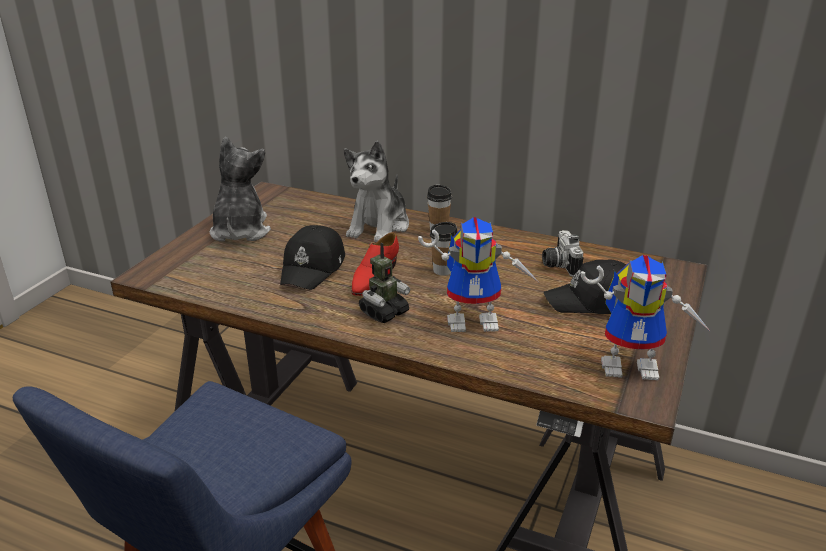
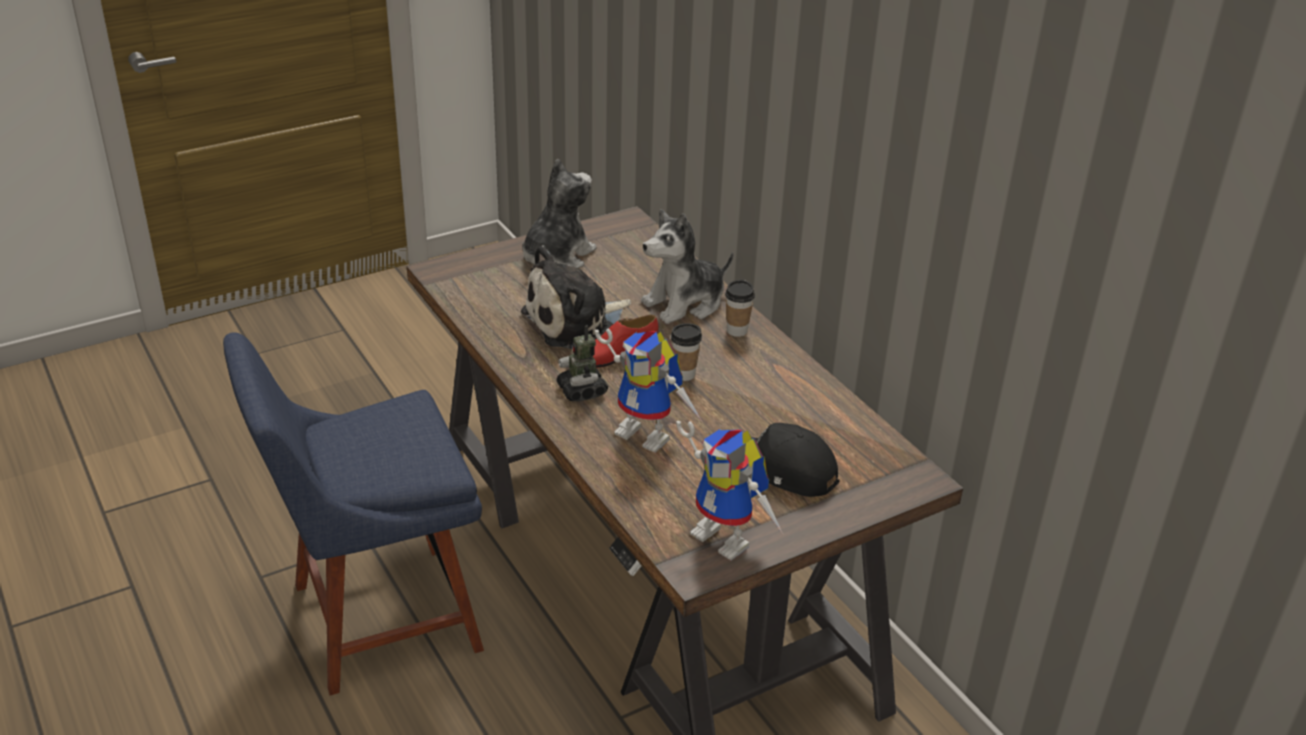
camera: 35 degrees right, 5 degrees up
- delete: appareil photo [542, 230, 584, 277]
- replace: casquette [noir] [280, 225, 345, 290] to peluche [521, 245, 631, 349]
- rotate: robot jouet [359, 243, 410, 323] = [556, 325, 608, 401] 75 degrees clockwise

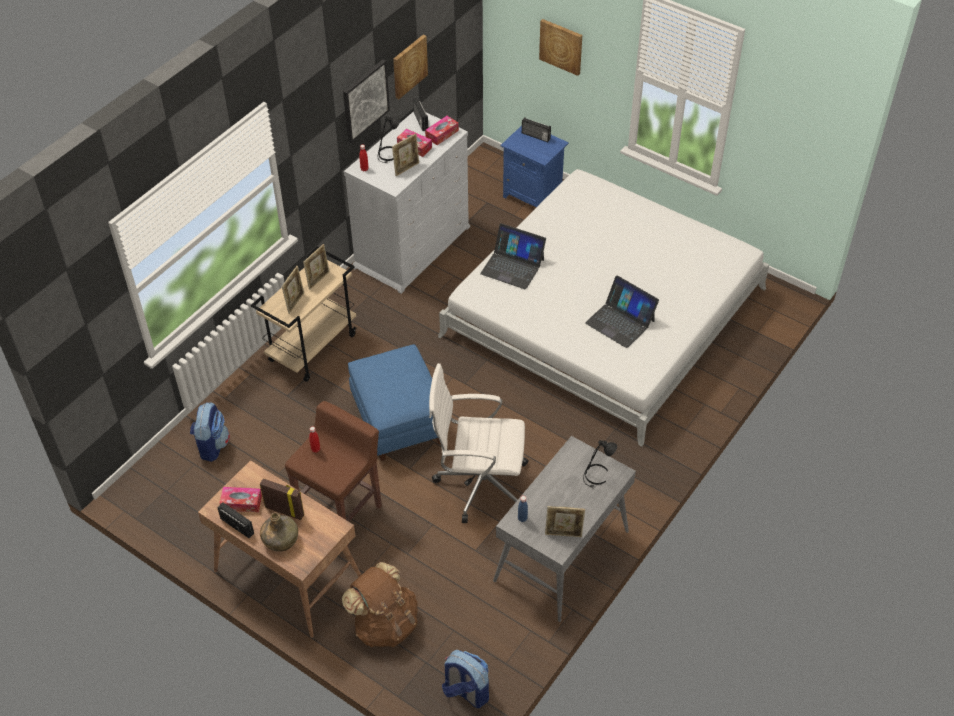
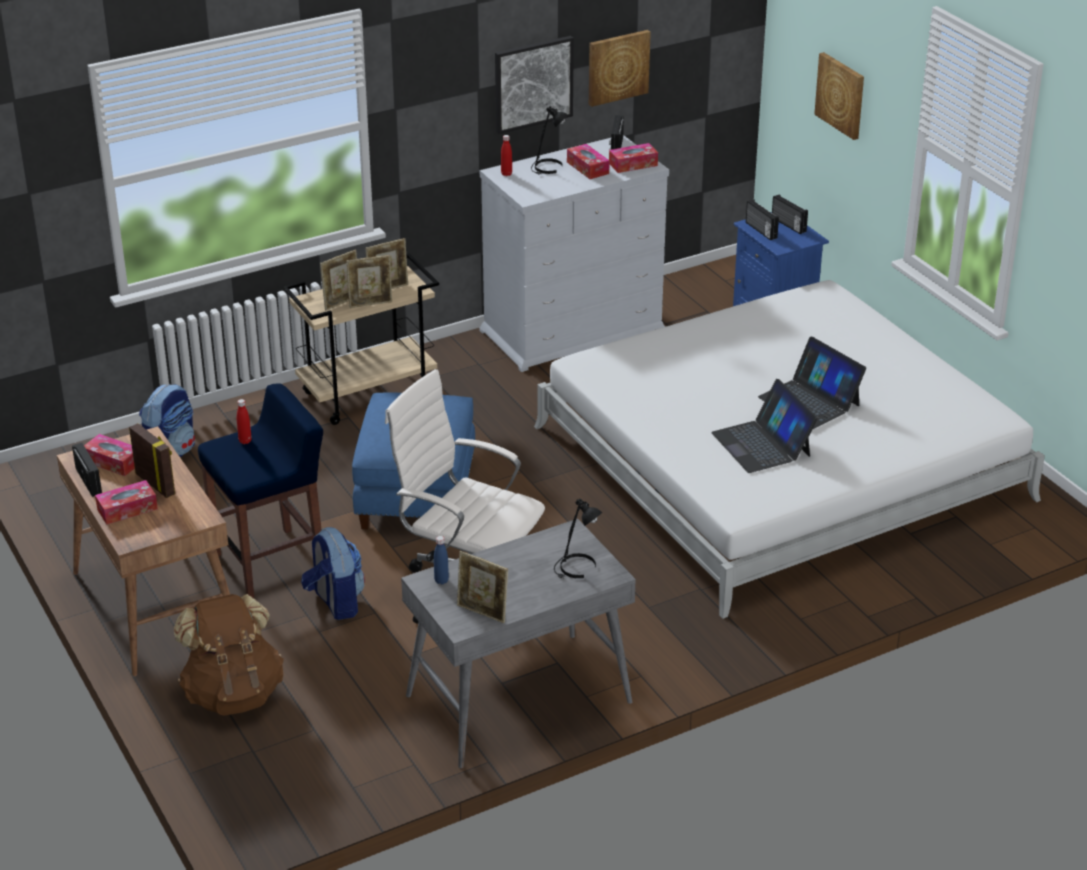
camera: 25 degrees right, 15 degrees down
- insert: radio [746, 200, 779, 240]
- move: cadre photo [392, 133, 419, 176] to [347, 255, 392, 308]
- move: sac à dos [442, 650, 489, 708] to [301, 527, 365, 620]
- move: ordinateur portable [480, 223, 546, 289] to [758, 337, 866, 429]
- replace: bouteille [vert] [260, 512, 298, 552] to boîte à mouchoirs [95, 480, 158, 525]
- recolor: tabouret [marron] [285, 401, 382, 546] to tabouret [bleu] [198, 383, 323, 598]

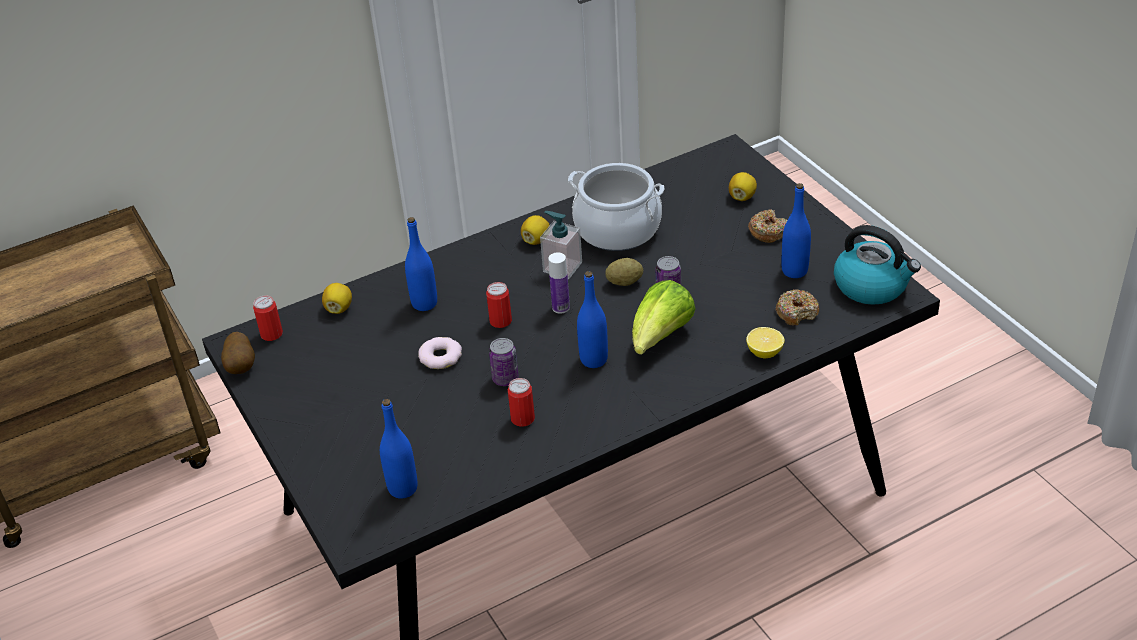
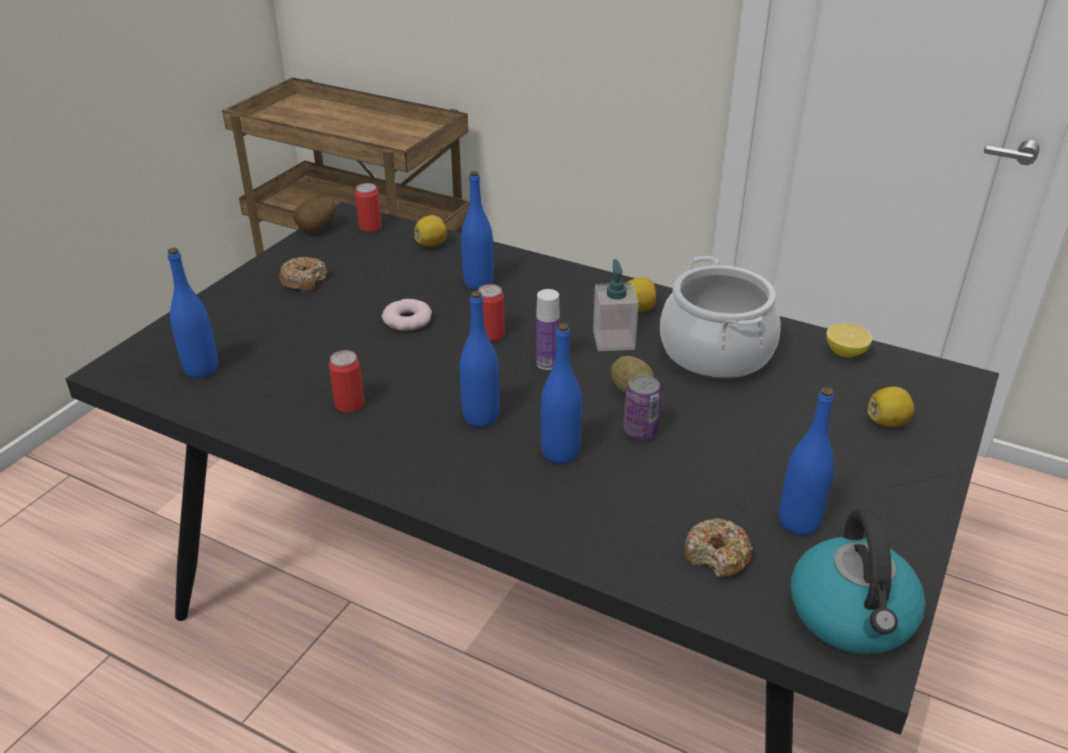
camera: 55 degrees right, 5 degrees down
- delete: boîte métallique [489, 338, 519, 386]
- move: citron [746, 327, 785, 358] to [826, 323, 872, 358]
- move: beignet [748, 209, 787, 243] to [279, 257, 328, 292]
- replace: laitue [632, 280, 695, 355] to bouteille [bleu] [541, 323, 582, 464]

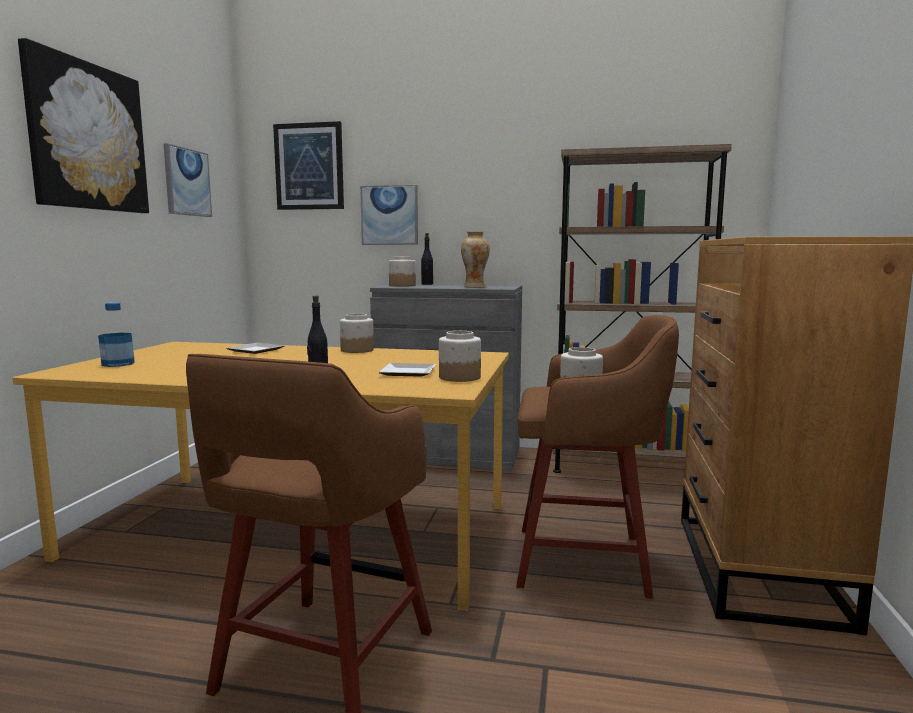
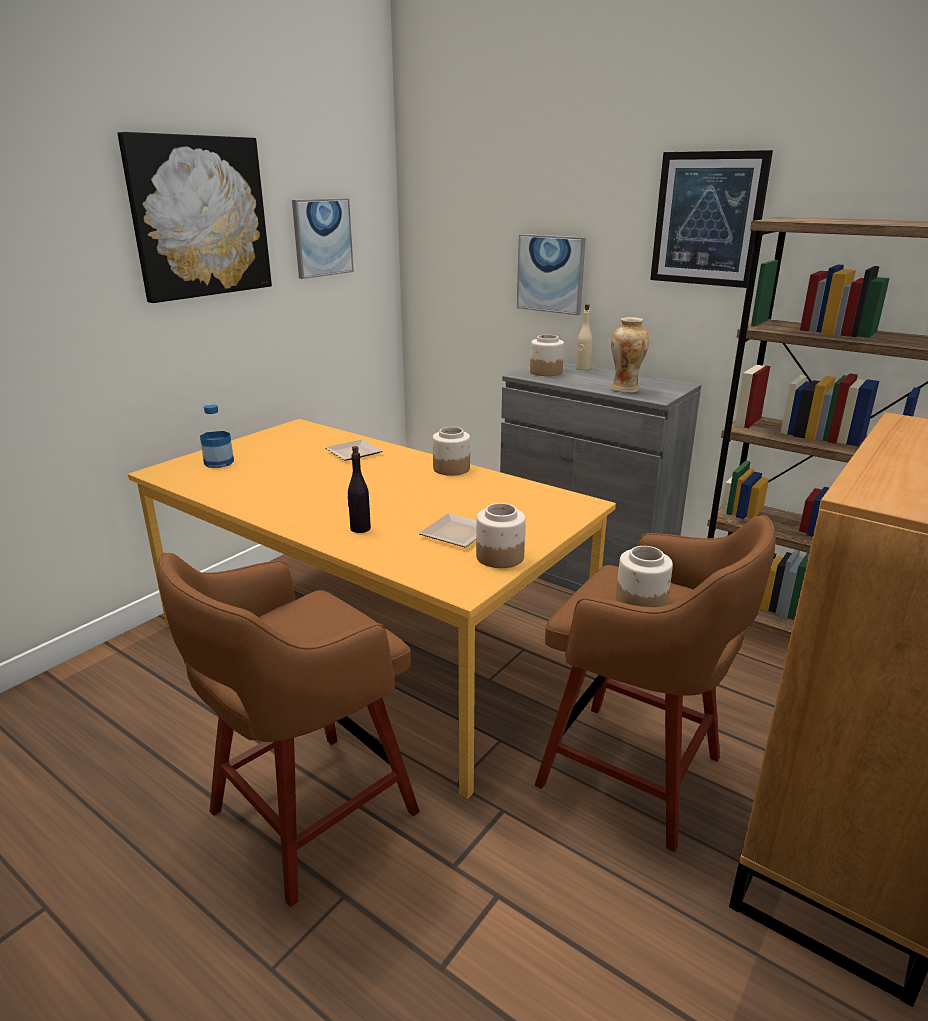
camera: 25 degrees right, 15 degrees up
- move: tableau [273, 121, 344, 210] to [650, 150, 773, 288]
- recolor: bouteille [noir] [421, 233, 433, 285] to bouteille [beige] [576, 304, 592, 370]

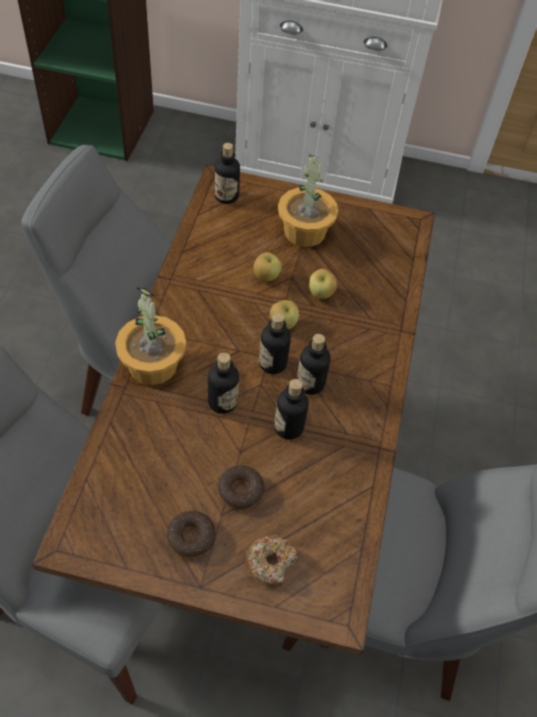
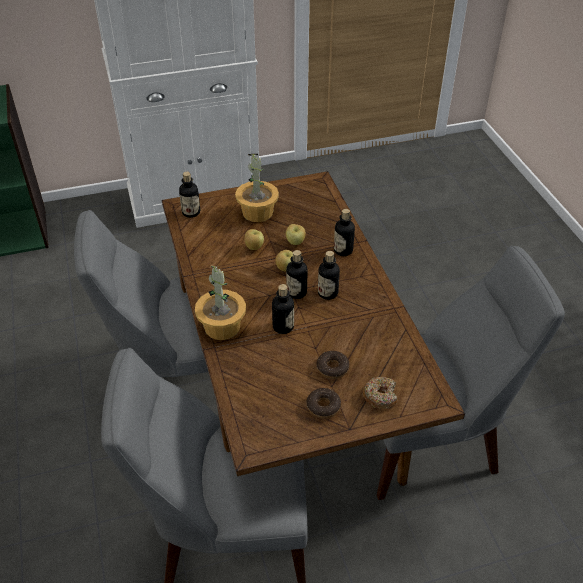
camera: 25 degrees left, 10 degrees down
- move: bouteille [274, 379, 309, 439] to [334, 209, 355, 256]

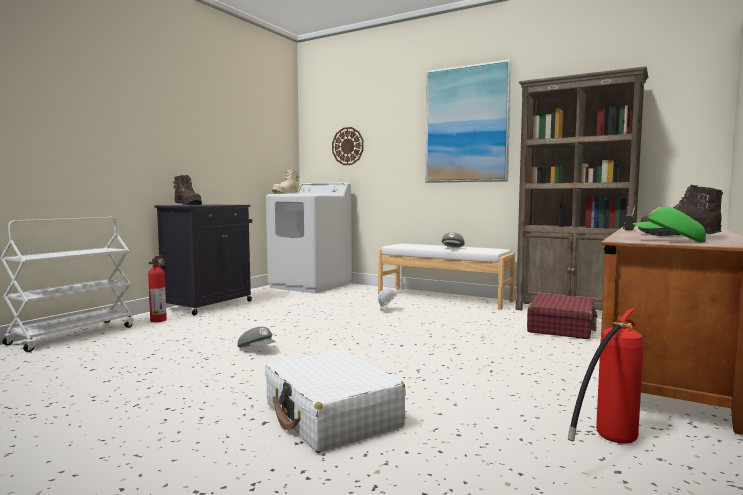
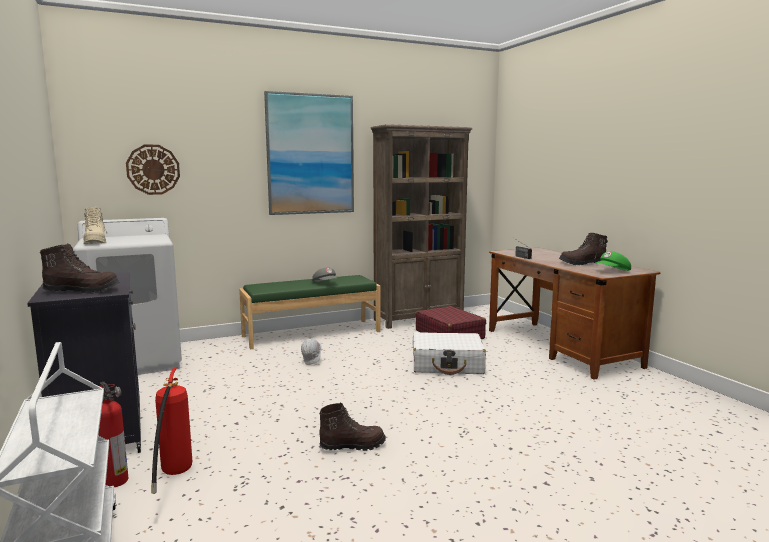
camera: 55 degrees left, 5 degrees up
- move: valise [blanc] [265, 349, 406, 453] to [413, 332, 486, 375]
- move: extincteur [568, 309, 644, 444] to [151, 367, 192, 494]
- replace: casquette [gris] [238, 327, 276, 348] to botte [marron] [319, 402, 386, 451]
- recolor: banc [blanc] [378, 244, 515, 310] to banc [vert] [239, 275, 380, 350]

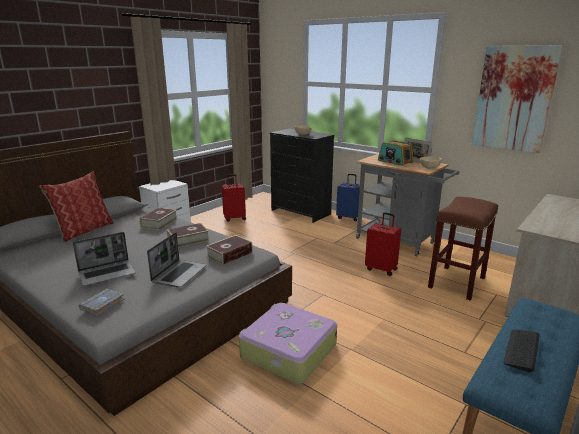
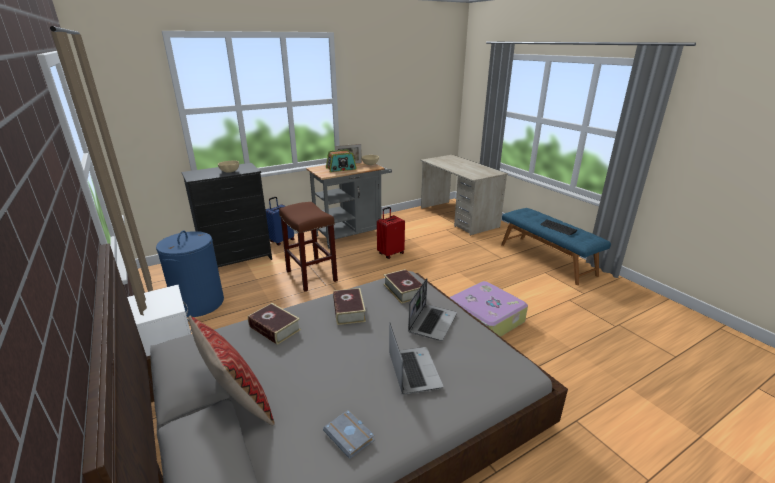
camera: 70 degrees left, 5 degrees up
- delete: tableau [472, 45, 563, 153]
- move: livre [gris] [79, 289, 125, 316] to [323, 410, 375, 459]
- move: tabouret [marron] [428, 197, 498, 301] to [279, 202, 338, 291]
- replace: valise [rouge] [222, 174, 246, 222] to panier à linge [bleu] [156, 230, 224, 317]
- rotate: ordinateur portable [147, 232, 206, 287] = [408, 278, 457, 341] 75 degrees clockwise

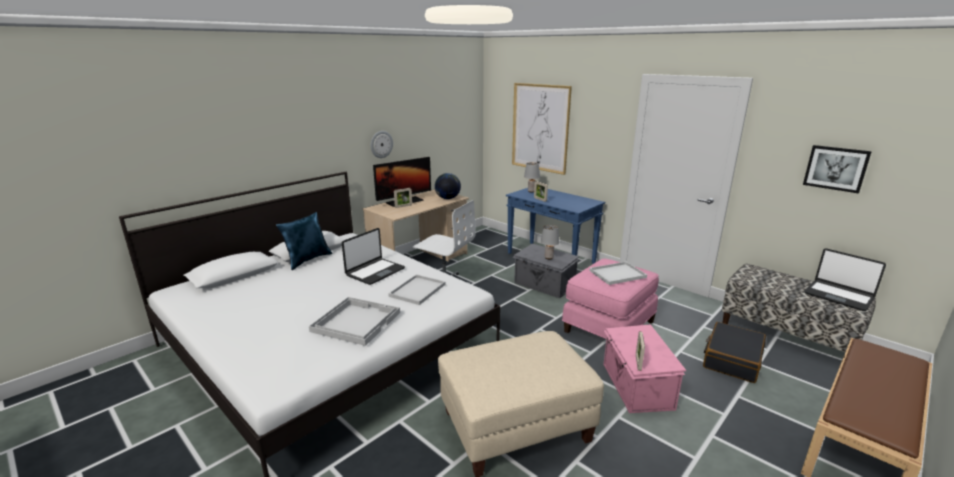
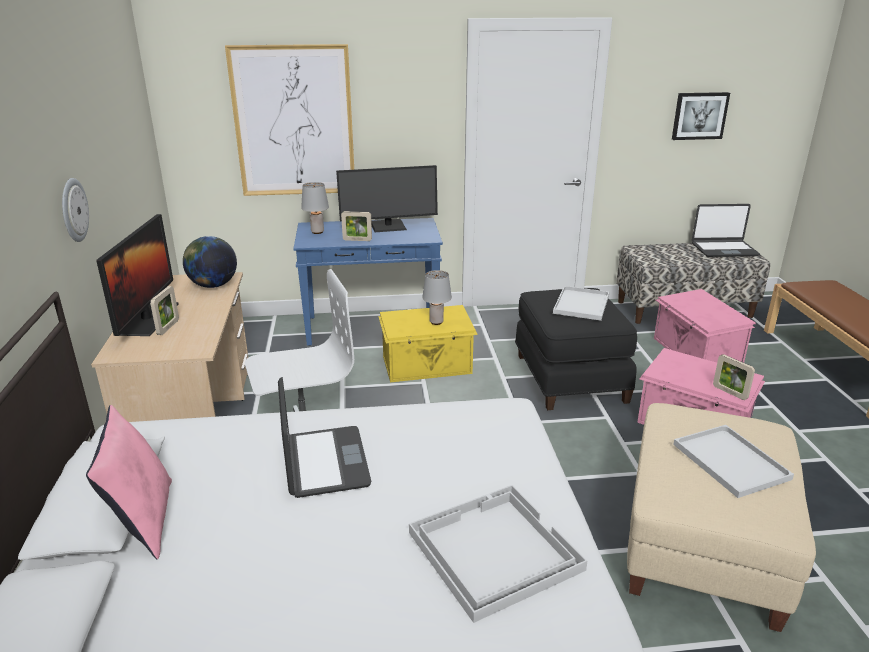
camera: 50 degrees left, 5 degrees up
- insert: écran d'ordinateur [336, 165, 438, 232]
- move: plateau [blanc] [388, 275, 445, 305] to [673, 425, 794, 498]
- replace: valise [noir] [703, 322, 766, 383] to boîte de rangement [rose] [654, 289, 756, 363]
- recolor: coussin [bleu] [276, 212, 333, 270] to coussin [rose] [86, 405, 172, 559]
- recolor: boîte de rangement [gris] [512, 244, 580, 298] to boîte de rangement [jaune] [378, 305, 478, 382]
- recolor: pouf [rose] [562, 259, 659, 339] to pouf [noir] [515, 288, 637, 410]

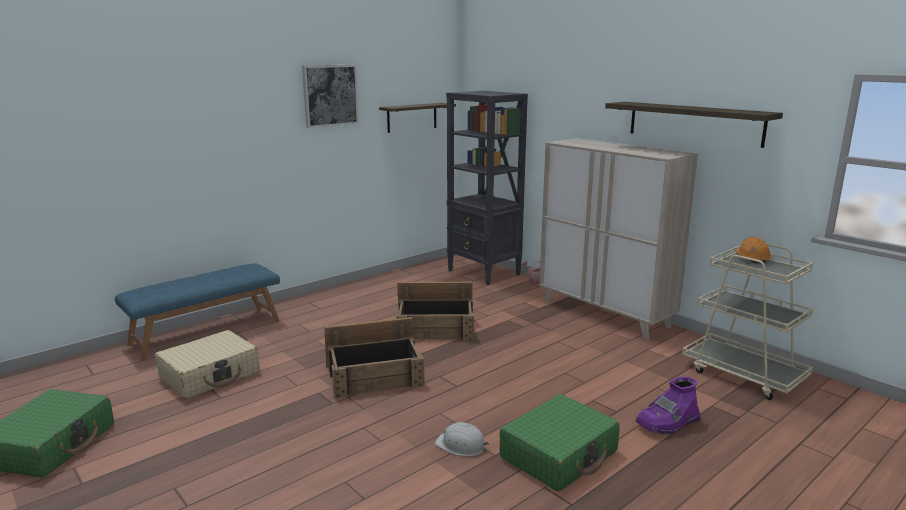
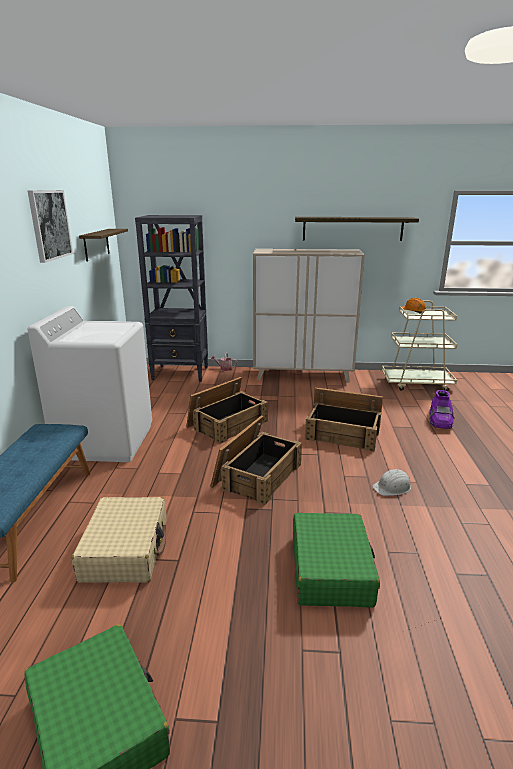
camera: 45 degrees left, 5 degrees up
- insert: lave-linge [blanc] [28, 306, 152, 462]
- insert: caisse [305, 387, 383, 451]
- move: valise [vert] [499, 394, 620, 491] to [293, 513, 380, 608]

